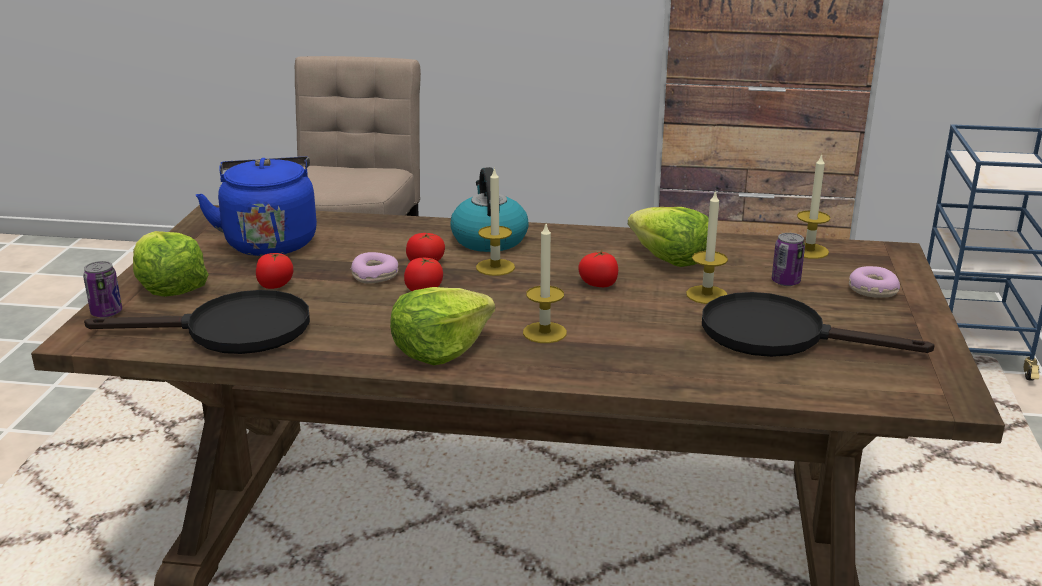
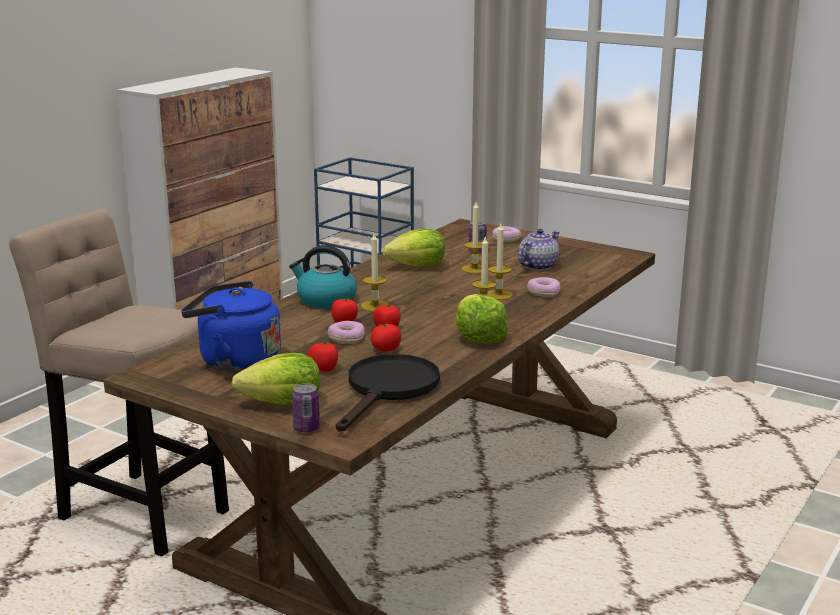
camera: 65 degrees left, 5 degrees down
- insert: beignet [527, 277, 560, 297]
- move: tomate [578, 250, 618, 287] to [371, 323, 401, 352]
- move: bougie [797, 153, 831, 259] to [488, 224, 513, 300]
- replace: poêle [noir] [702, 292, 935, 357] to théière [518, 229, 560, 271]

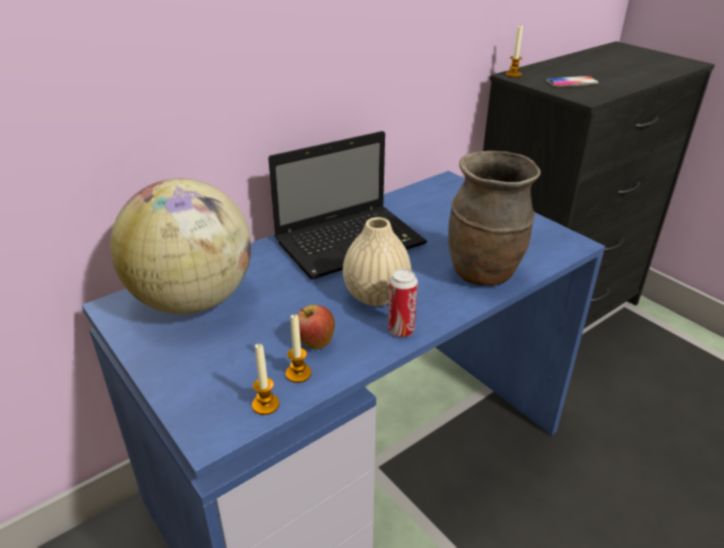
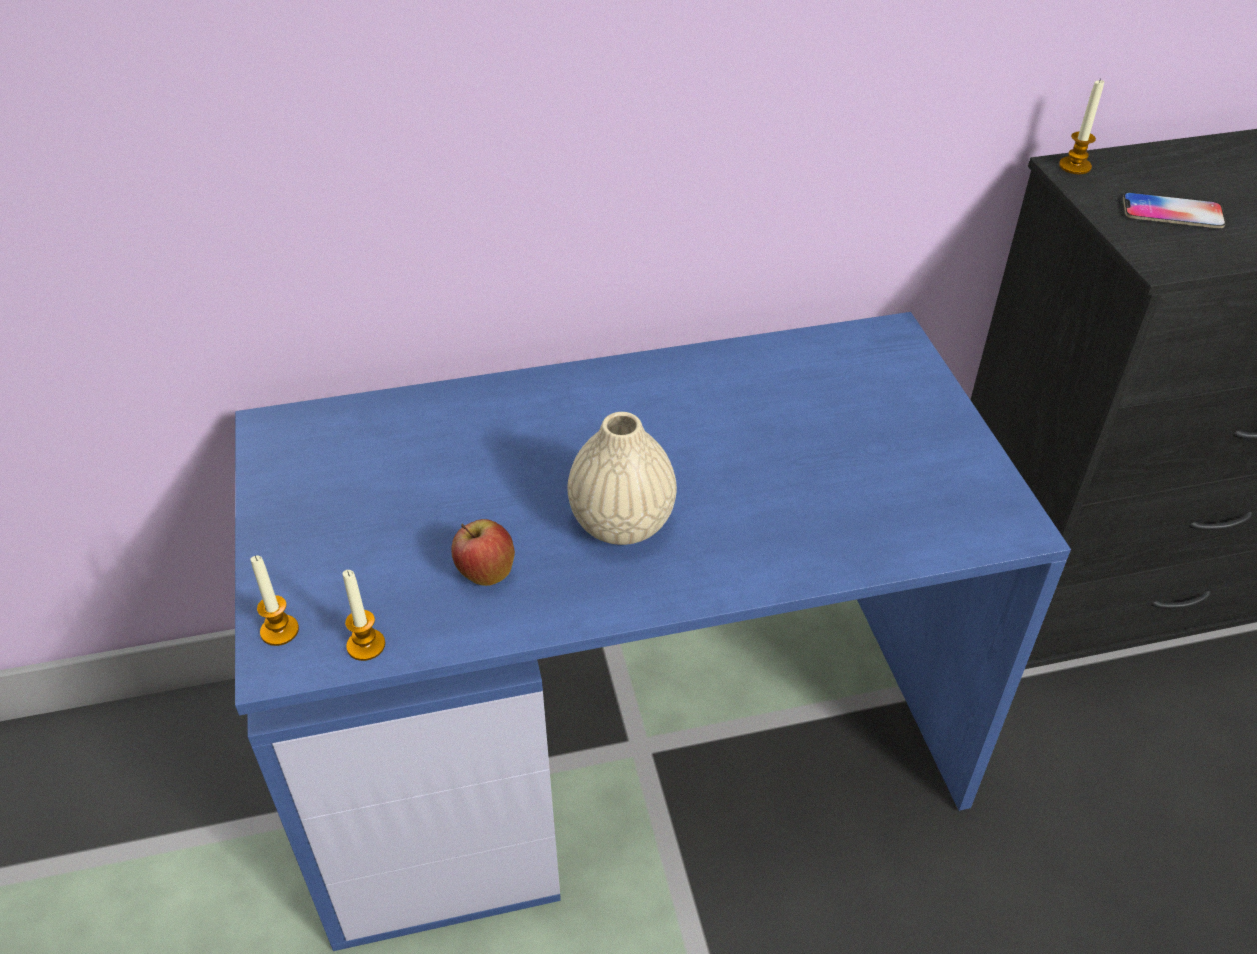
camera: 25 degrees right, 10 degrees up
- delete: globe [110, 178, 251, 314]
- delete: ordinateur portable [268, 131, 427, 279]
- delete: boîte métallique [388, 269, 418, 337]
- delete: vase [marron] [448, 151, 541, 286]
- move: bougie [286, 314, 311, 383] to [250, 556, 299, 646]

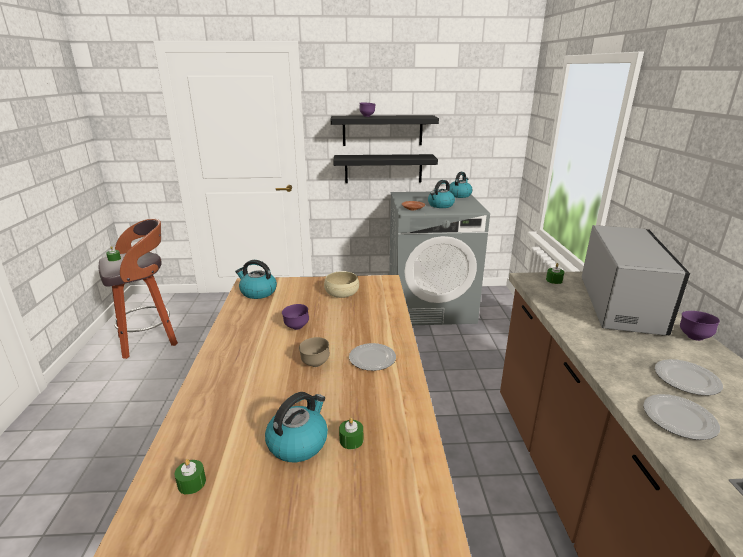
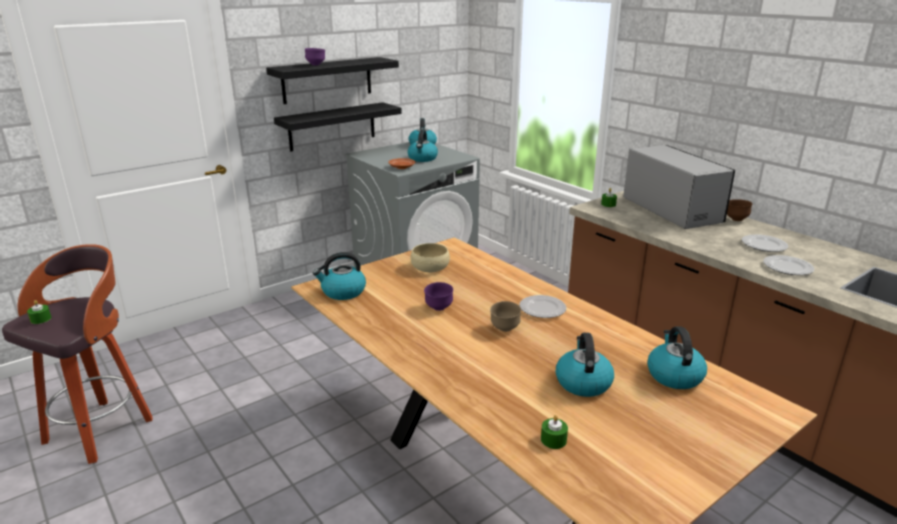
camera: 35 degrees left, 0 degrees up
- delete: bougie [vert] [339, 418, 363, 449]
- insert: bouilloire [647, 326, 707, 389]
- recolor: bol [violet] [680, 311, 720, 341] to bol [marron] [727, 199, 752, 221]

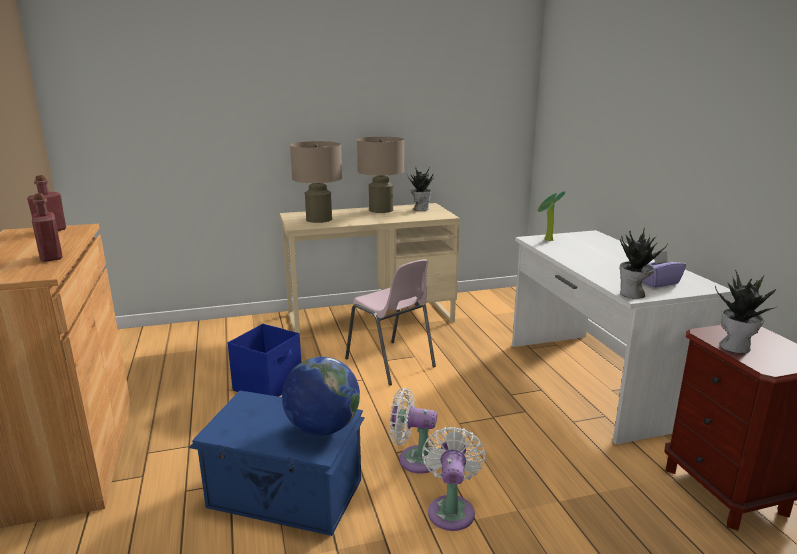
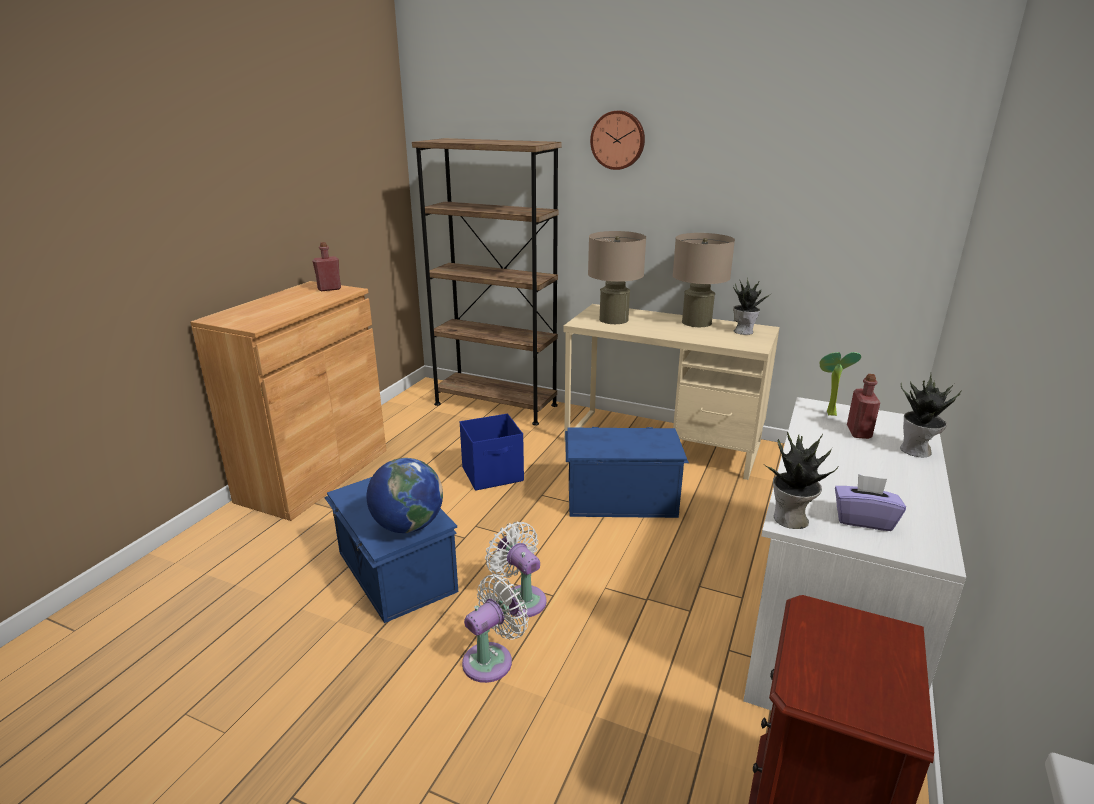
camera: 40 degrees right, 5 degrees up
- insert: bibliothèque [marron] [412, 138, 561, 426]
- insert: horloge murale [590, 111, 645, 170]
- move: bouteille [rouge] [32, 193, 62, 262] to [847, 374, 880, 439]
- move: plante en pot [715, 269, 778, 353] to [900, 372, 962, 457]
- replace: chaise [rose] [345, 259, 436, 386] to boîte de rangement [bleu] [565, 427, 689, 518]

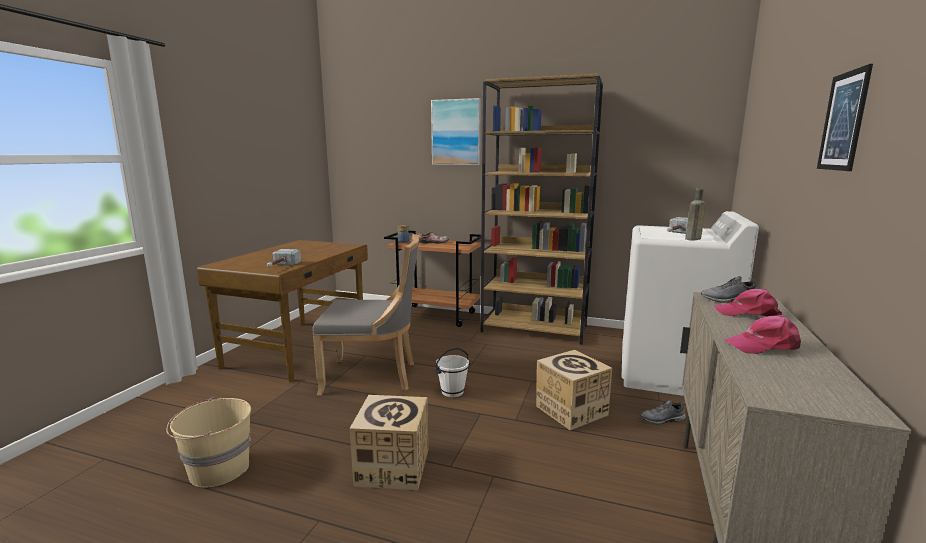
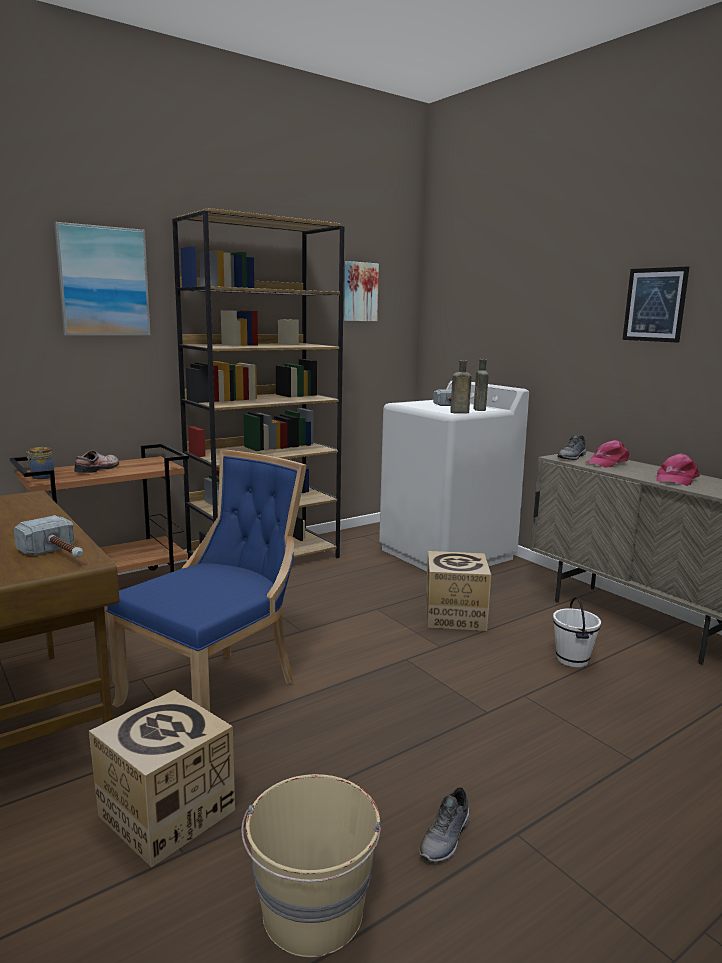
camera: 55 degrees left, 0 degrees up
- insert: tableau [344, 261, 379, 321]
- insert: bouteille [marron] [450, 360, 472, 414]
- move: carton [350, 395, 428, 490] to [89, 690, 235, 868]
- move: seau [blanc] [434, 348, 470, 397] to [553, 597, 601, 667]
- move: chaussure [gris] [640, 400, 686, 424] to [419, 787, 470, 862]
- recolor: chaise [gris] [313, 234, 419, 395] to chaise [bleu] [107, 450, 306, 712]

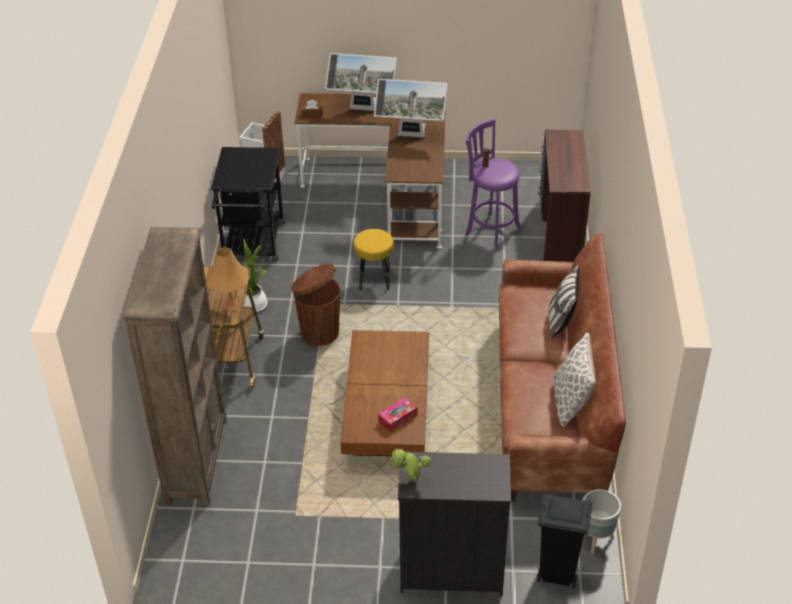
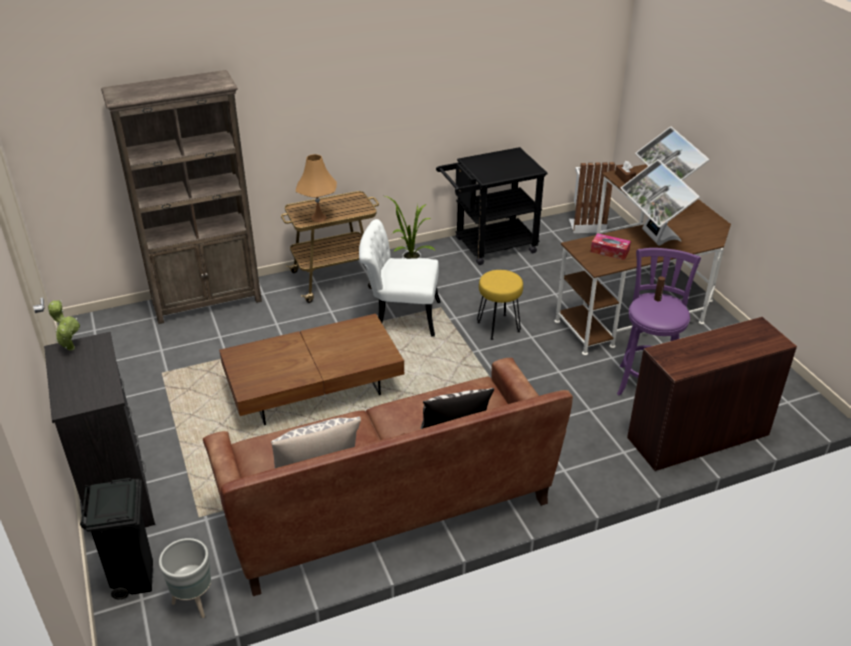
camera: 65 degrees right, 5 degrees down
- move: boîte à mouchoirs [378, 397, 417, 433] to [591, 233, 631, 260]
- replace: poubelle [marron] [291, 264, 340, 346] to chaise [blanc] [359, 219, 440, 337]

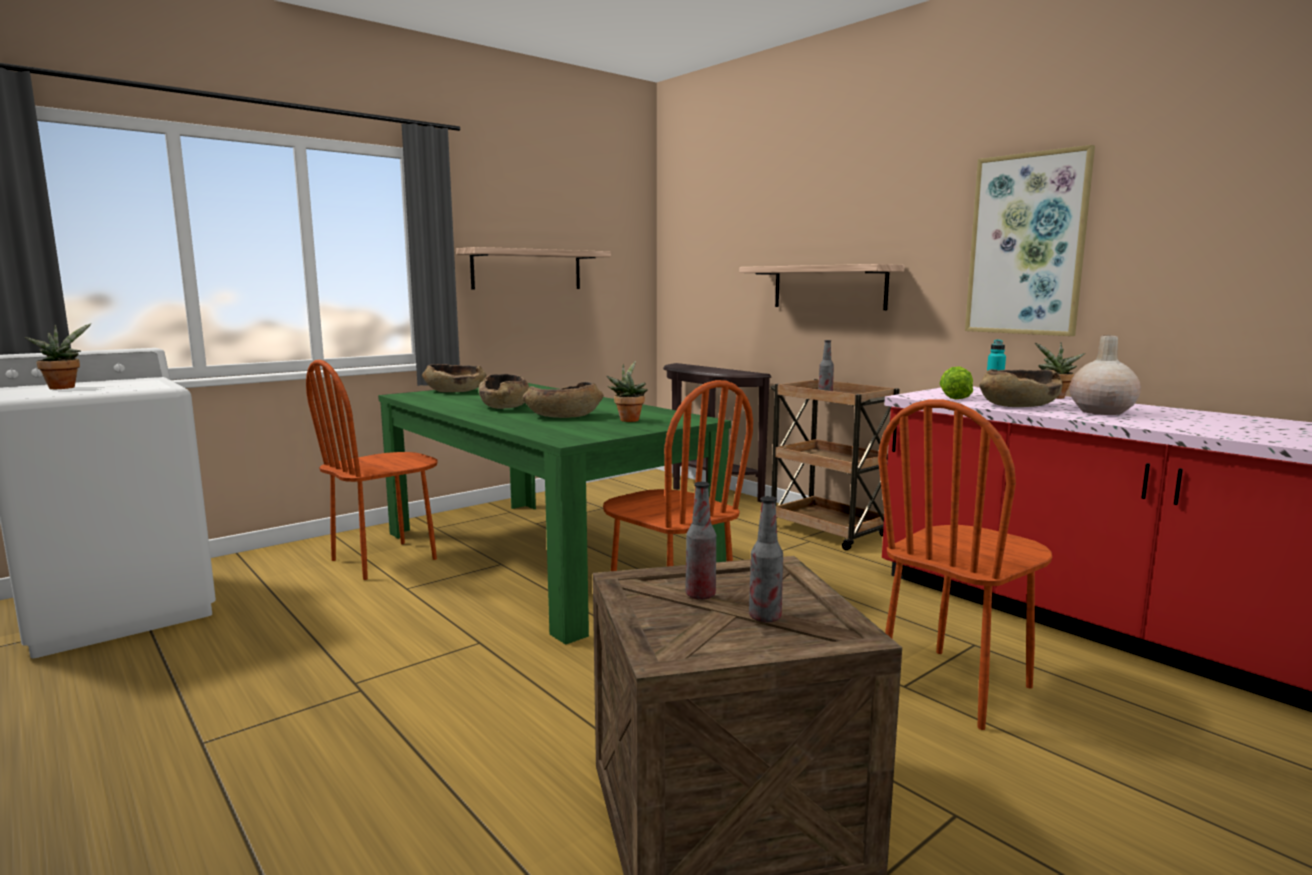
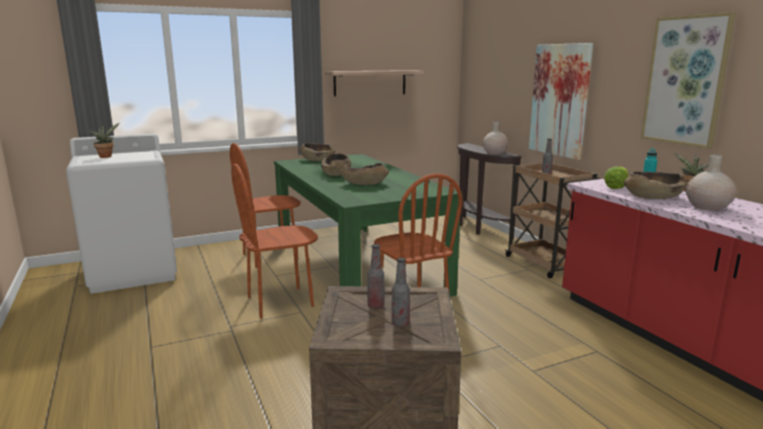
camera: 15 degrees right, 5 degrees up
- delete: plante en pot [607, 361, 648, 422]
- insert: vase [beige] [483, 121, 508, 154]
- move: chaise [marron] [878, 400, 1052, 730] to [231, 164, 318, 319]
- replace: étagère [739, 264, 905, 310] to tableau [529, 43, 593, 160]

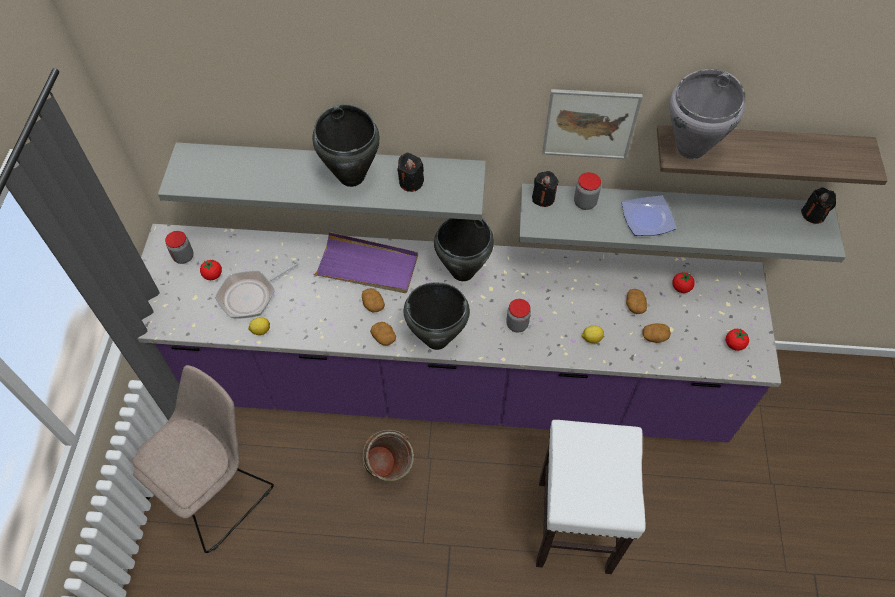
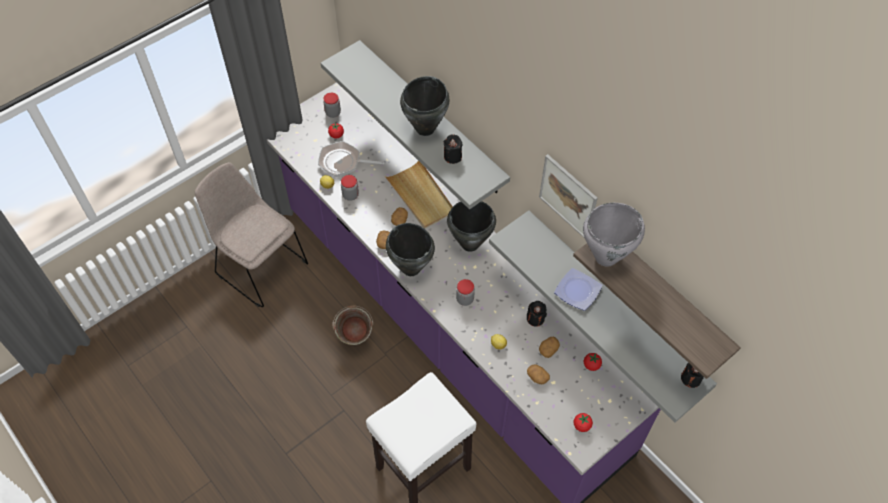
camera: 45 degrees right, 0 degrees up
- move: bougie [noir] [532, 171, 559, 207] to [527, 301, 547, 327]
- move: bocal [574, 172, 601, 210] to [341, 175, 359, 201]
- recolor: plateau [violet] [313, 232, 418, 293] to plateau [beige] [385, 161, 453, 229]
- rotate: chaise [beige] [129, 365, 274, 553] = [195, 162, 308, 307] 135 degrees counterclockwise

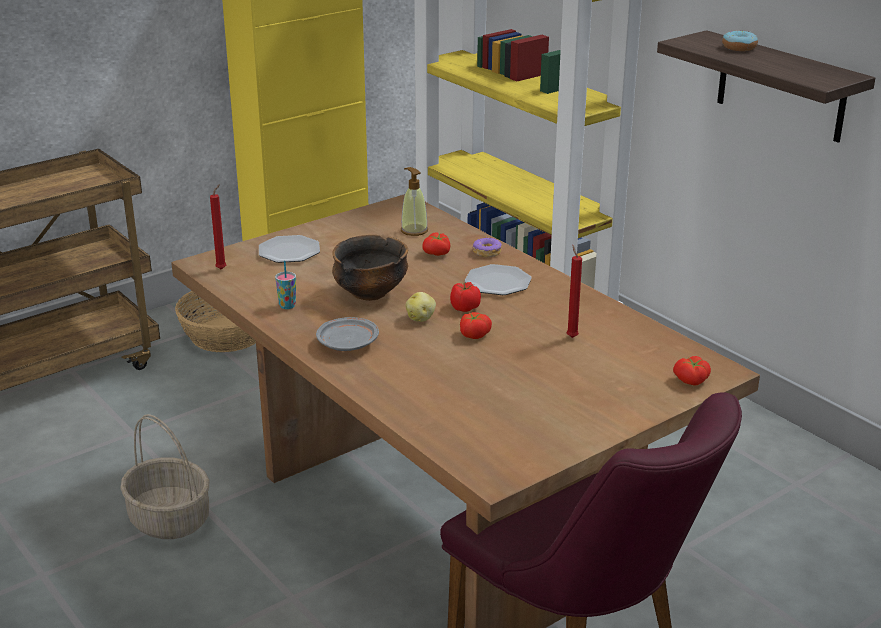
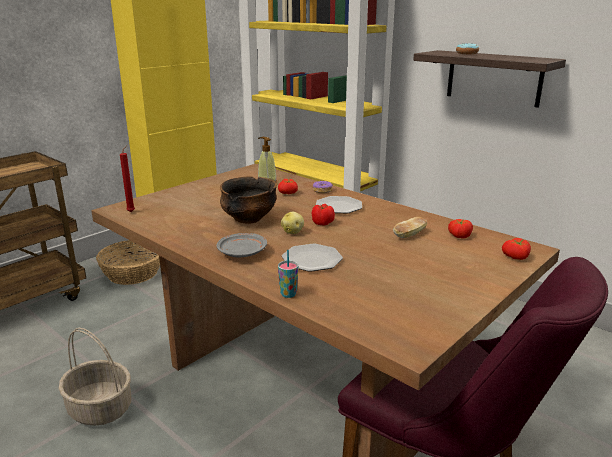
camera: 10 degrees left, 5 degrees down
- move: assiette [259, 235, 320, 263] to [282, 244, 343, 272]
- move: tasse [275, 261, 296, 309] to [278, 250, 298, 298]
- move: tomate [460, 312, 492, 339] to [448, 219, 473, 239]
- replace: bougie [rouge] [566, 245, 582, 338] to pain [393, 217, 427, 238]

